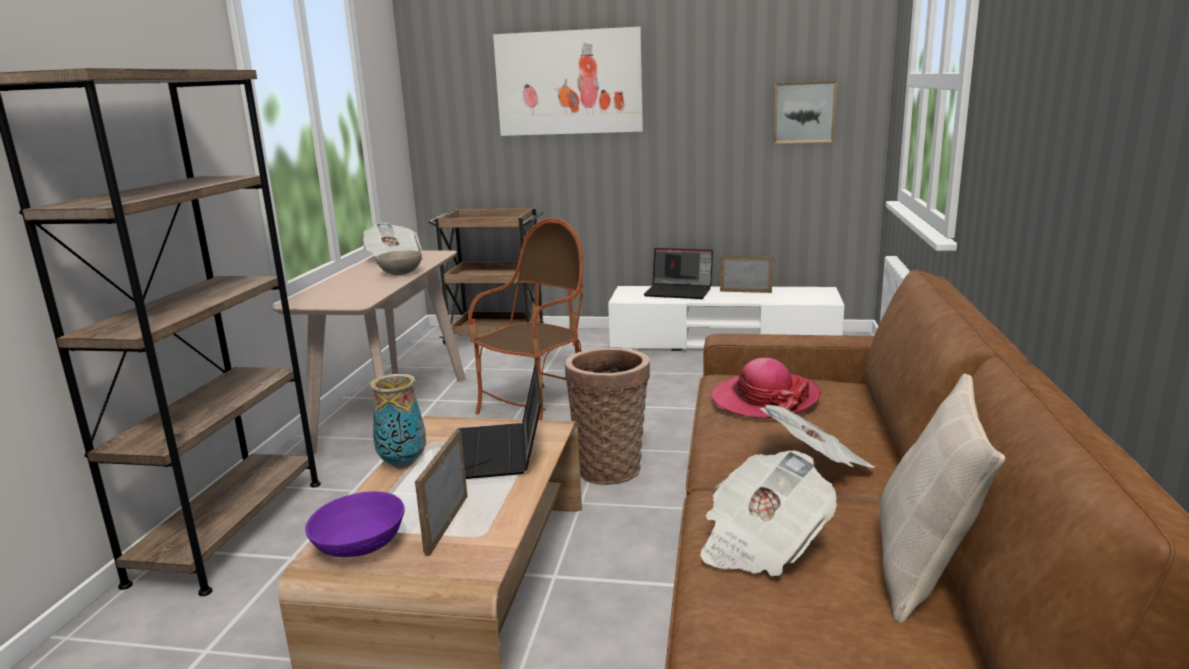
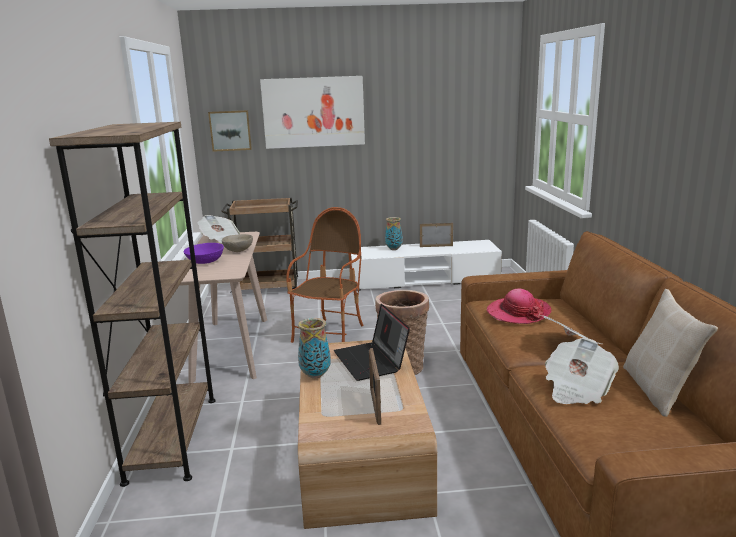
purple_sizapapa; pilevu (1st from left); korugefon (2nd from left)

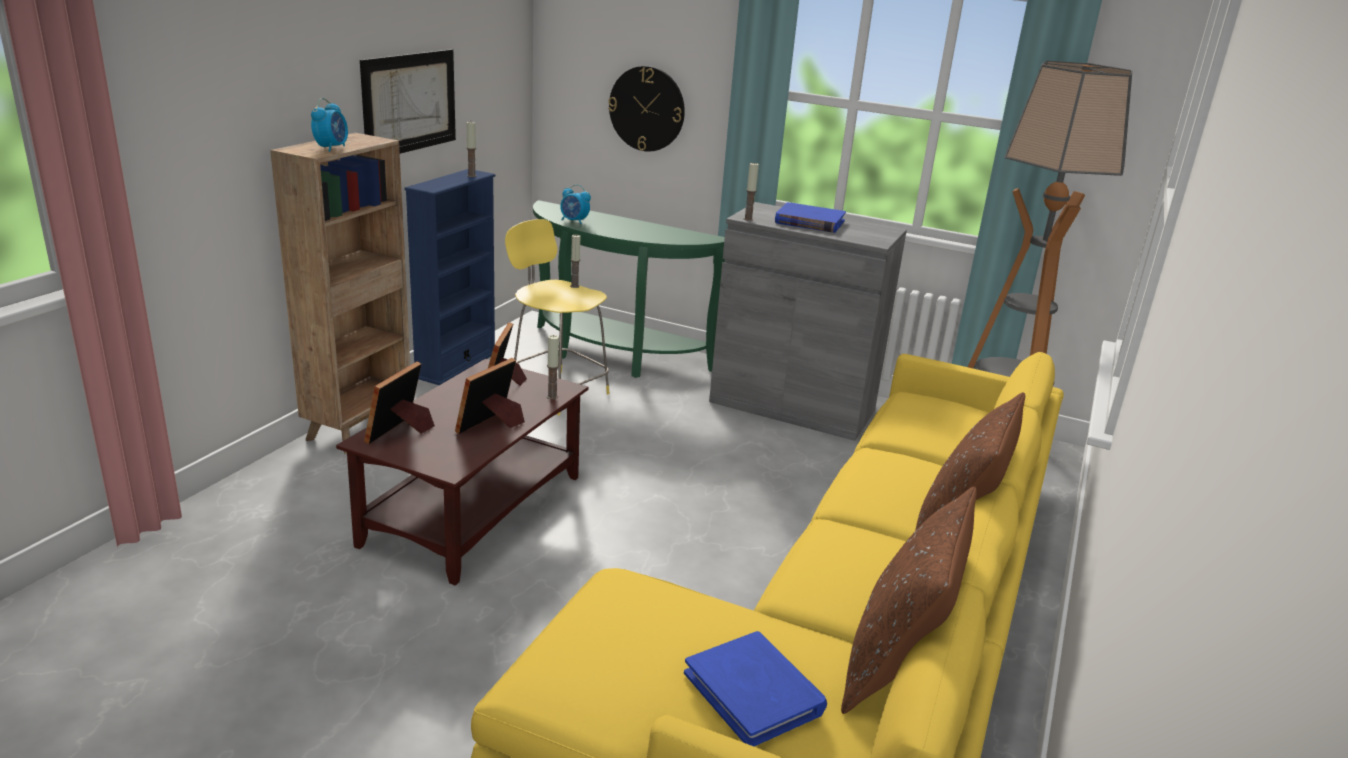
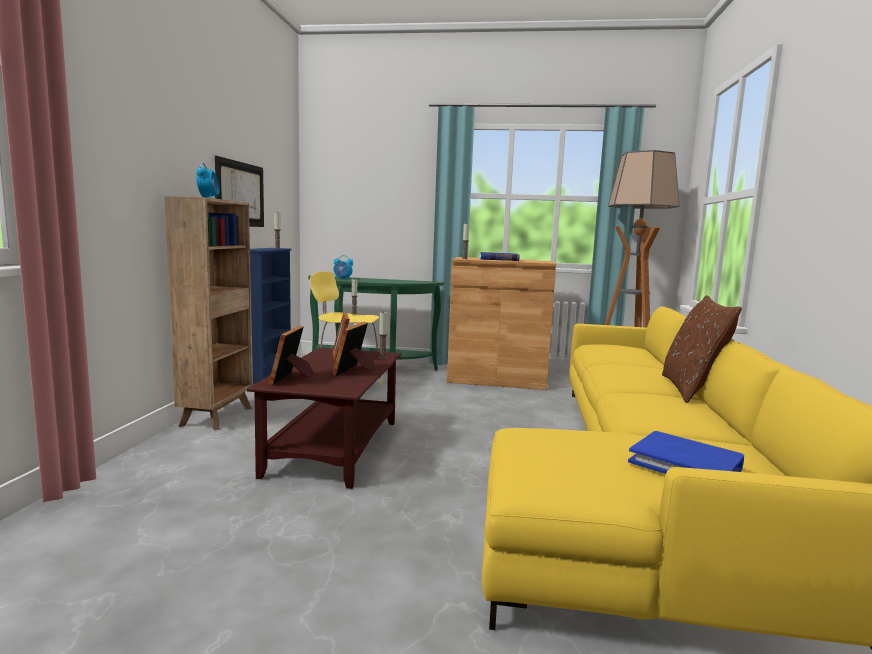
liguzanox; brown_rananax (1st from left in the first image); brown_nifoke

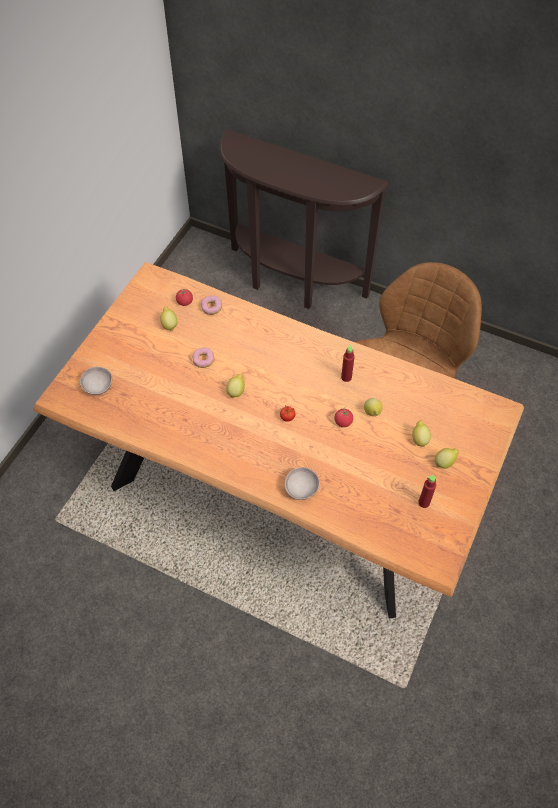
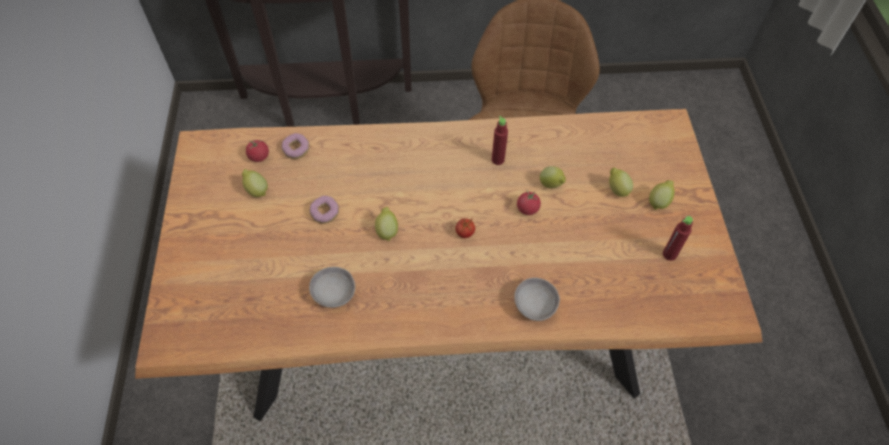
grey_sizapapa (1st from left)

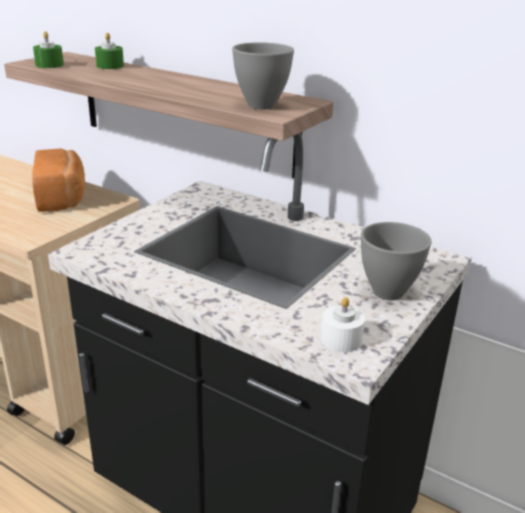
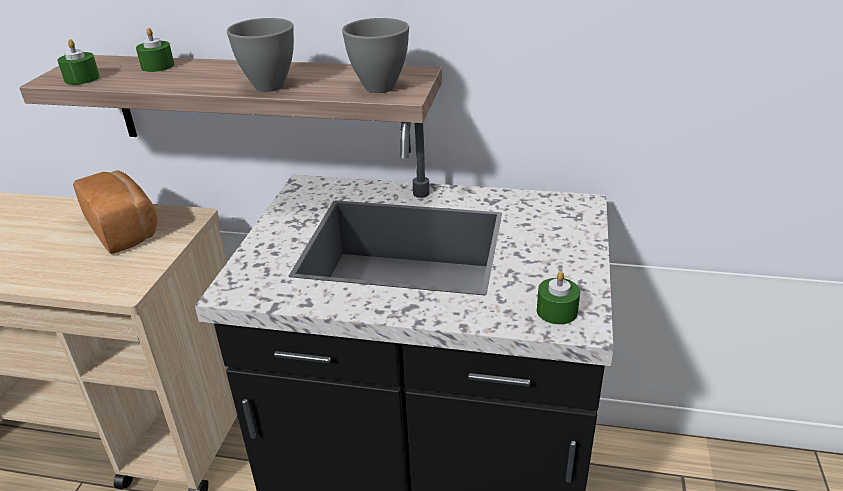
grey_sizapapa (1st from left); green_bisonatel (3rd from left)

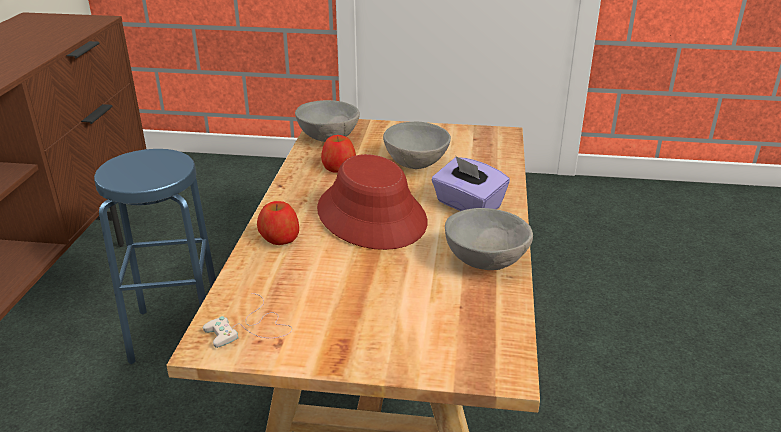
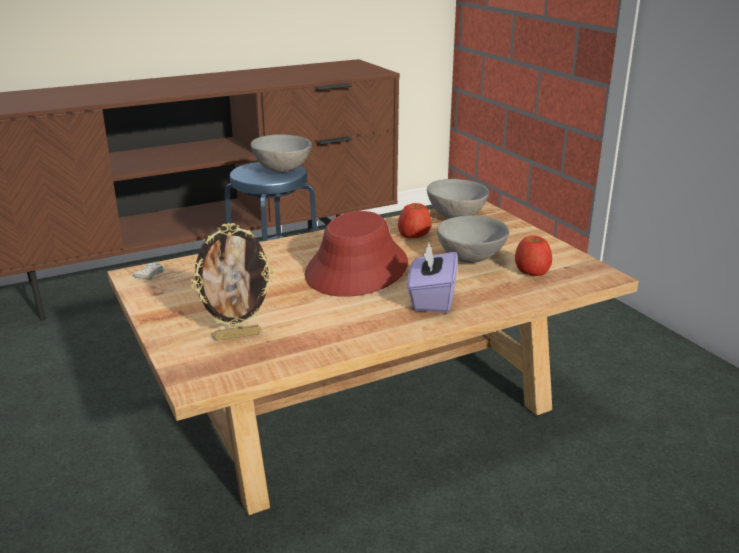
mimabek; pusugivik (2nd from left); grey_sizapapa (1st from left)

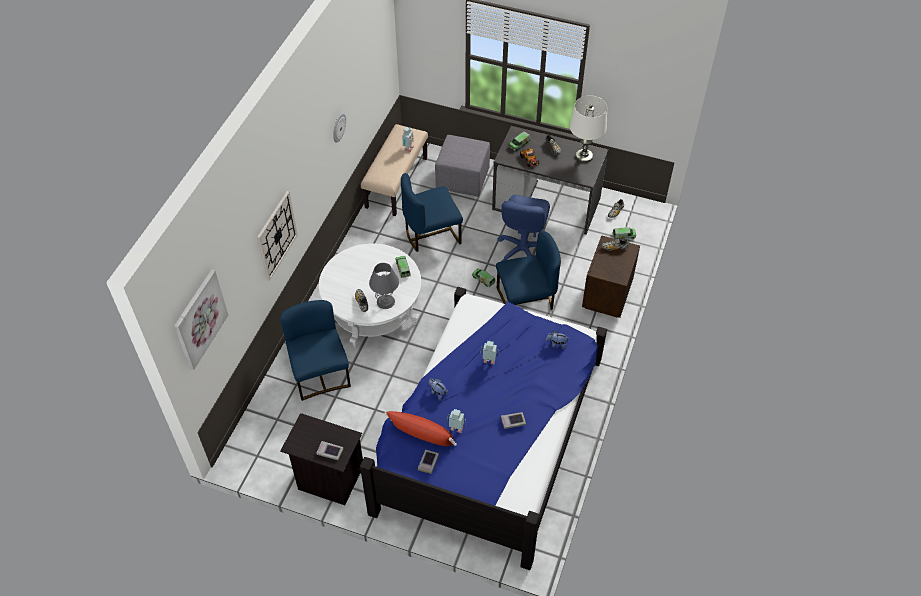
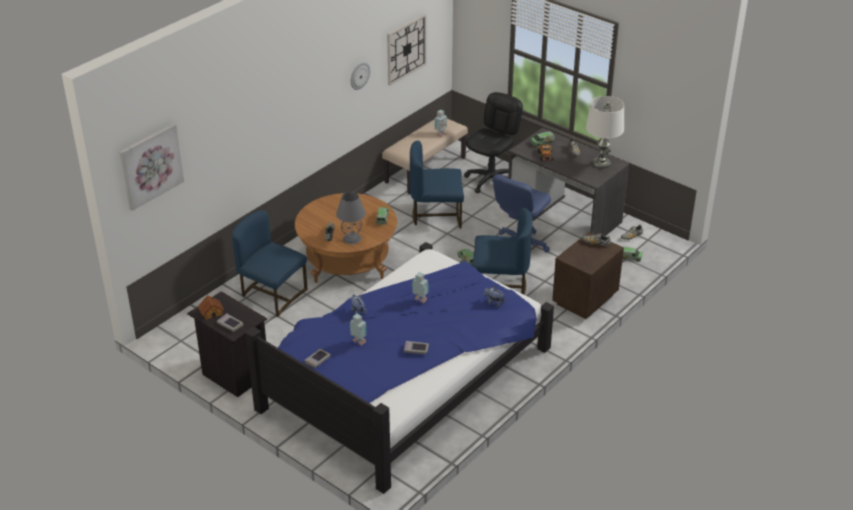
red_rananax; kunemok; liguzanox (2nd from left); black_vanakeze; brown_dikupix; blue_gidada (1st from left)

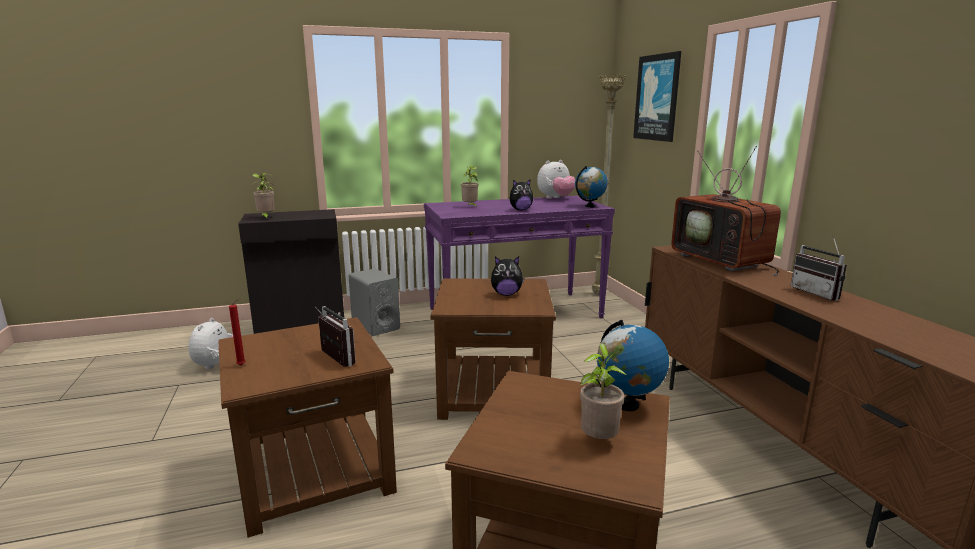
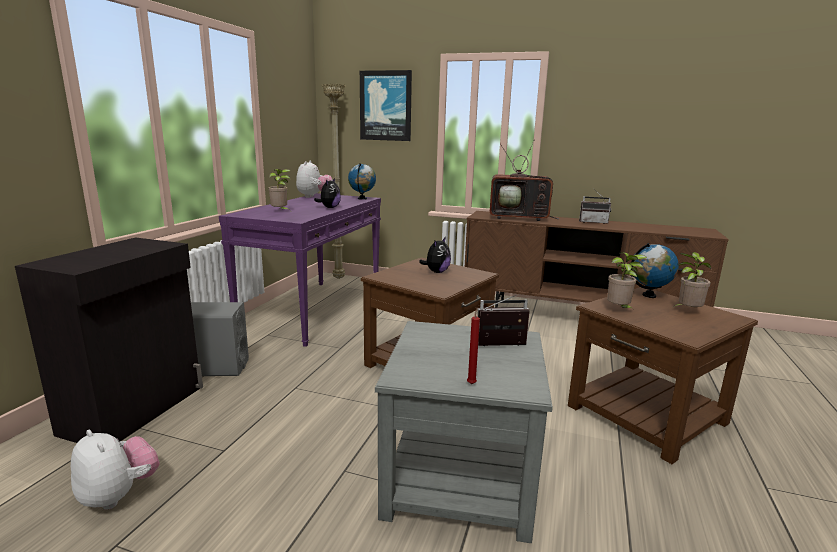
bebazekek (2nd from left); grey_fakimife

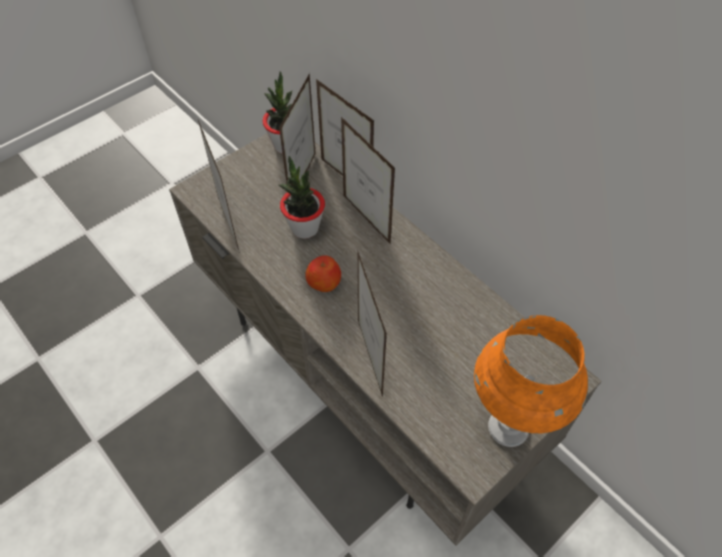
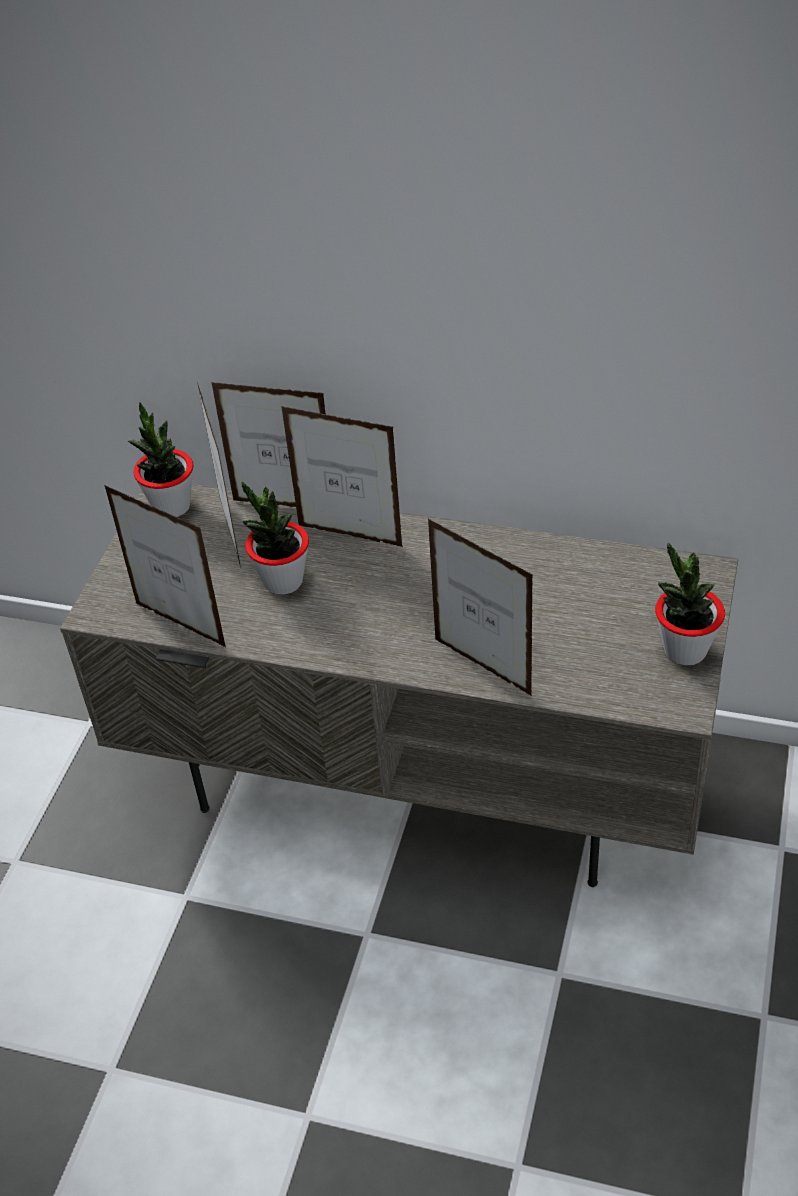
pusugivik; bebazekek (3rd from left)

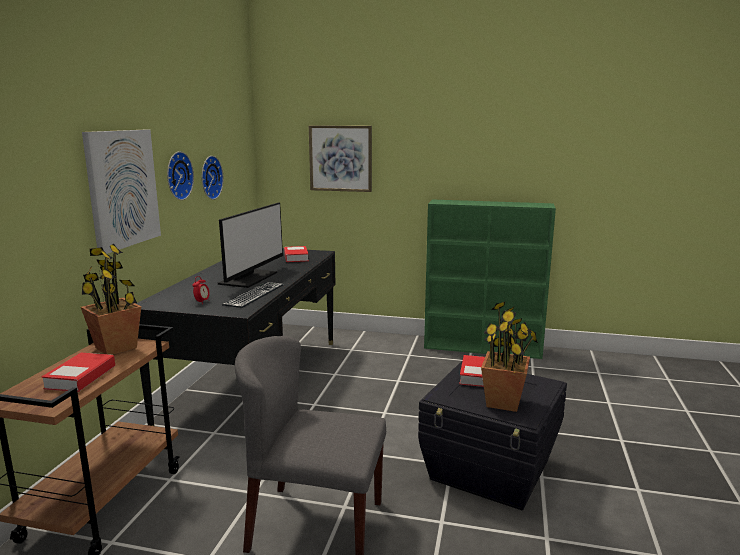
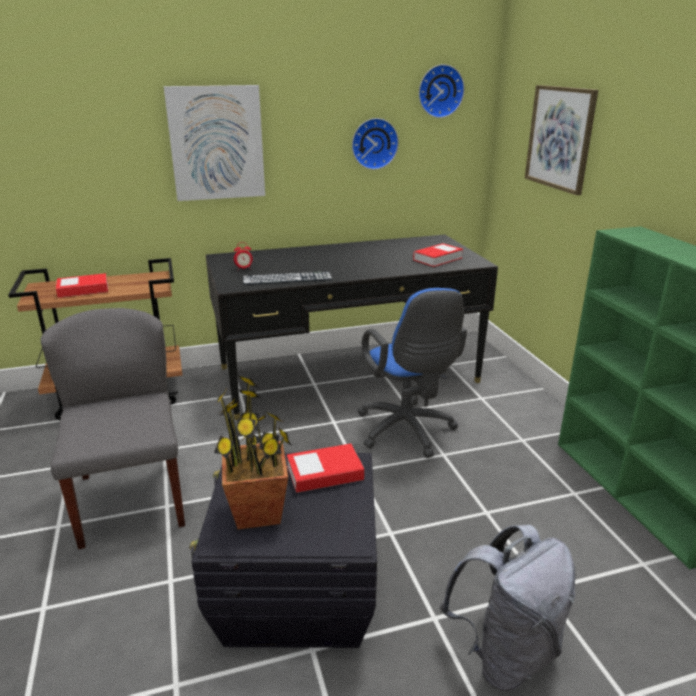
bebazekek (1st from left in the first image); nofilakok; blue_vanakeze; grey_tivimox; liguzanox (2nd from left)

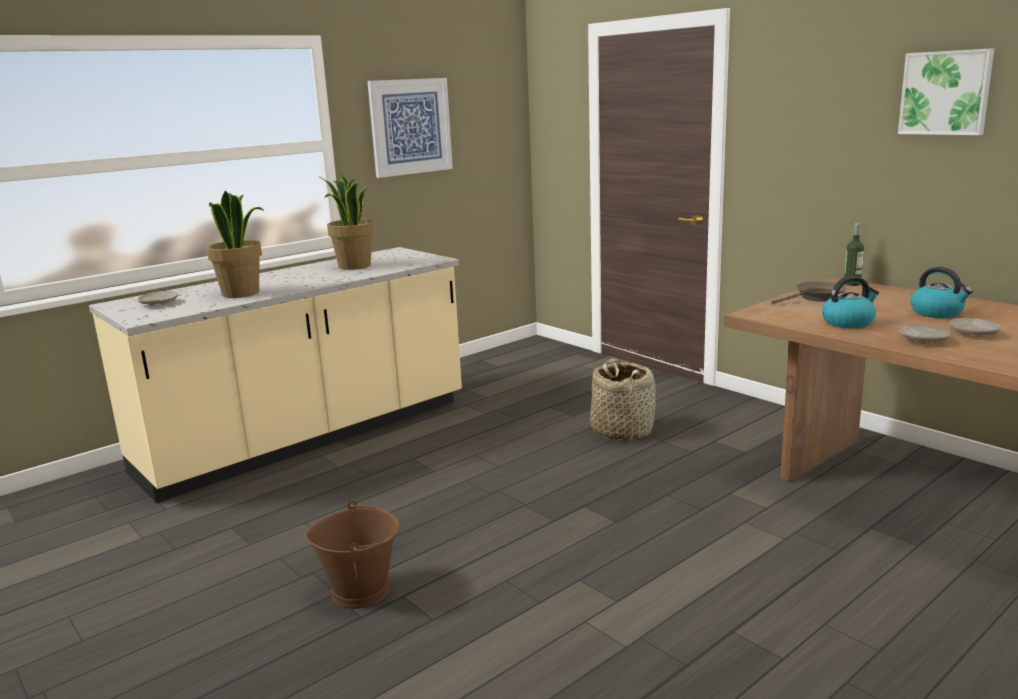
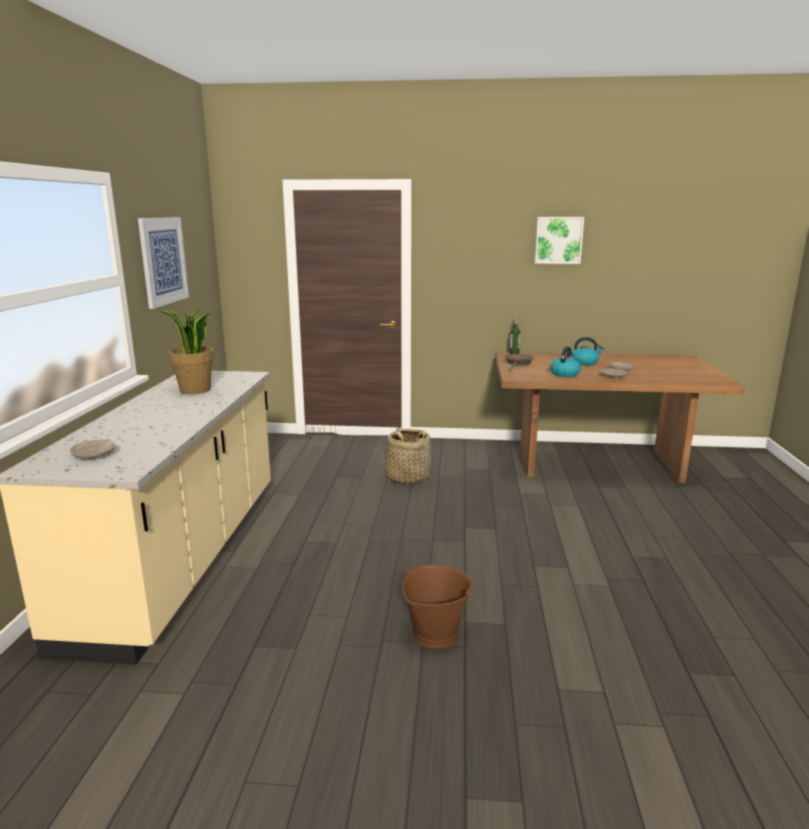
bebazekek (1st from left in the first image)

